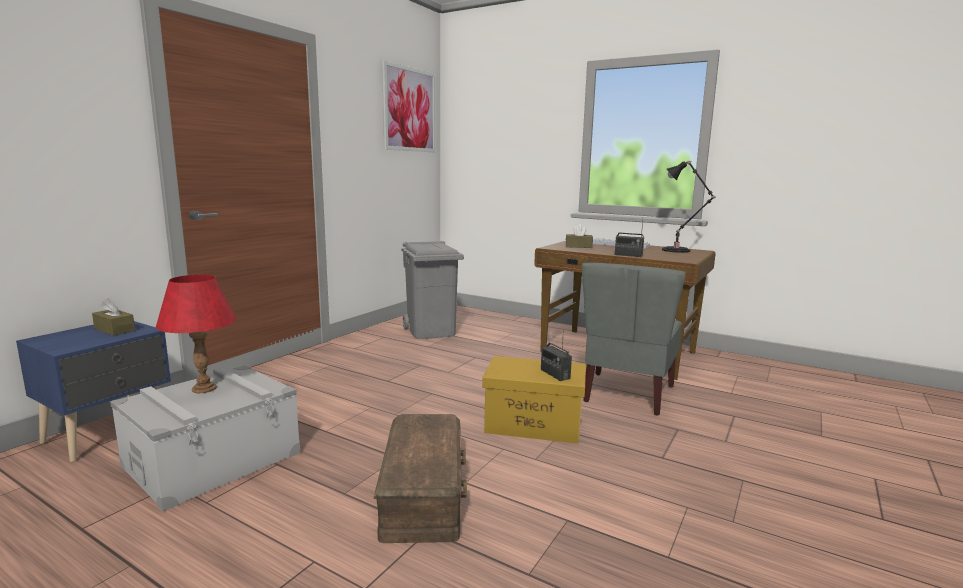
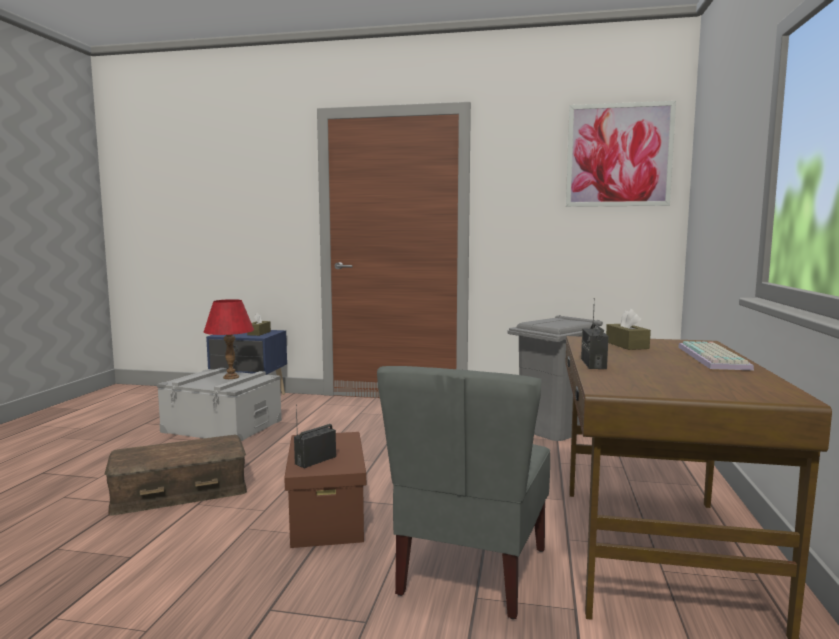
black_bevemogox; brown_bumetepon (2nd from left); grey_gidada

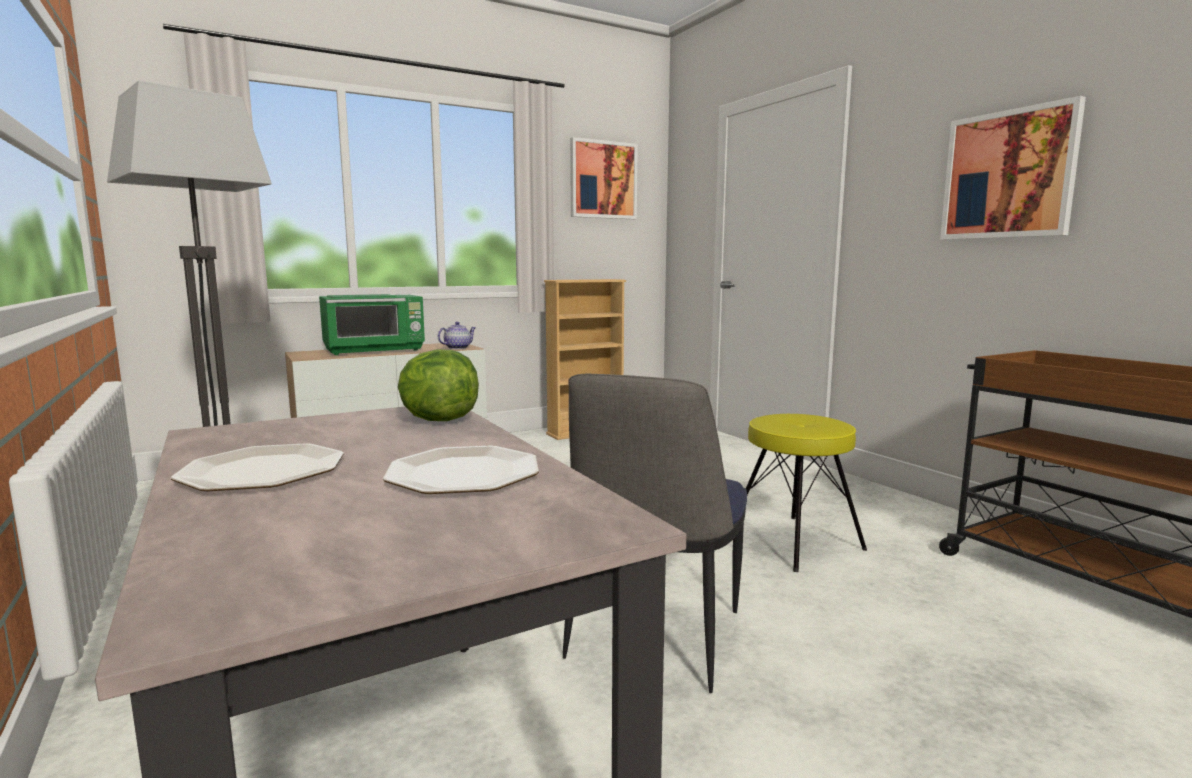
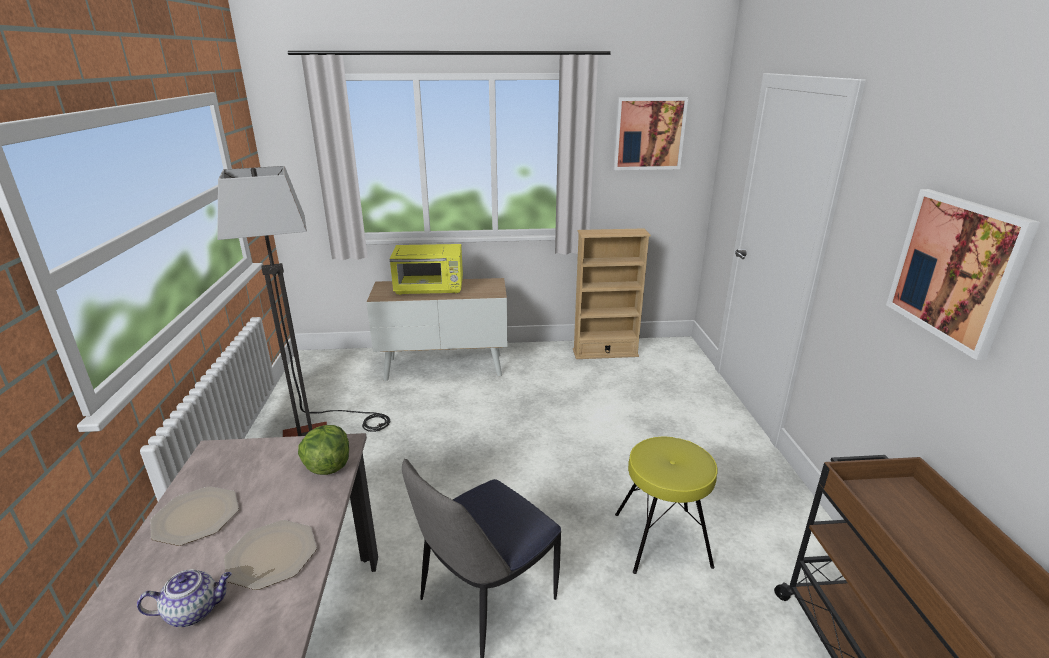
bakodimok; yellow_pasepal

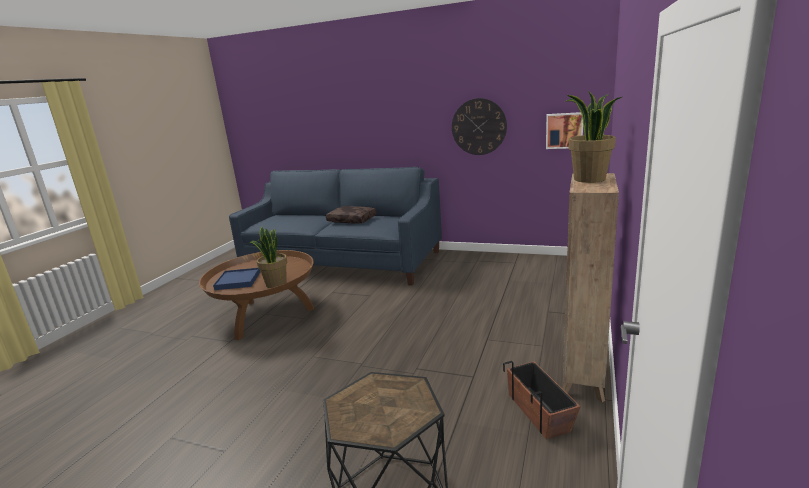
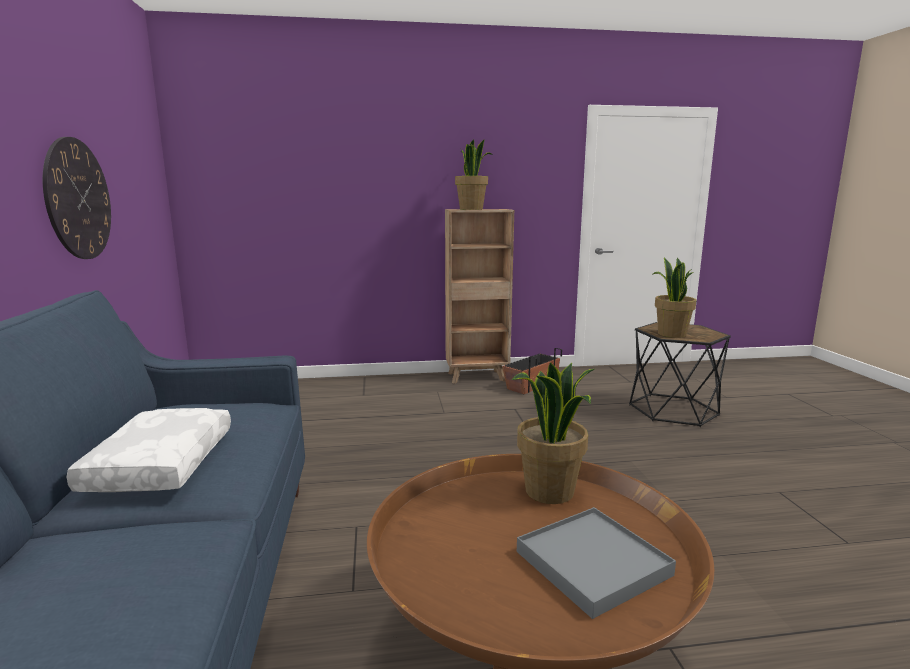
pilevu; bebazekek (3rd from left); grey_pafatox; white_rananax

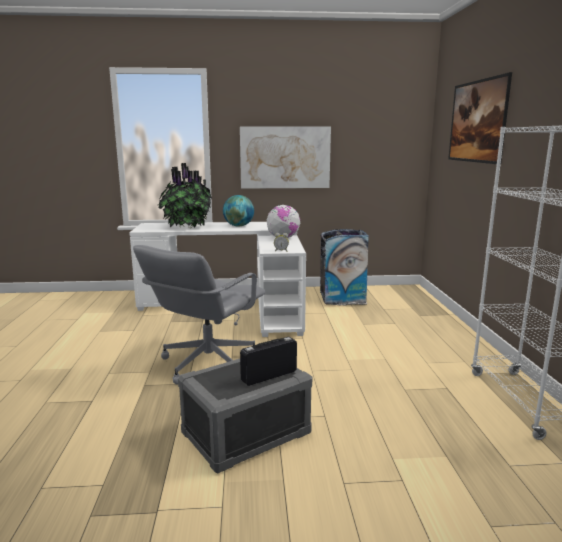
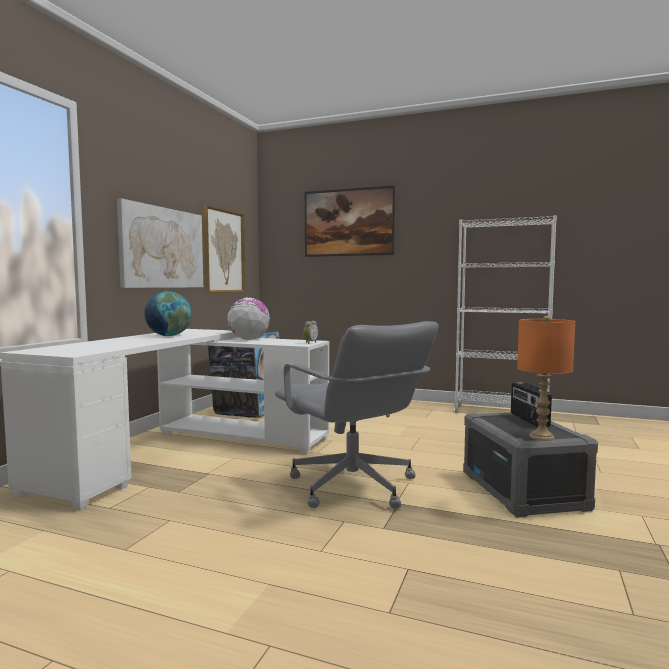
bebazekek; pilevu (2nd from left); orange_bevemogox

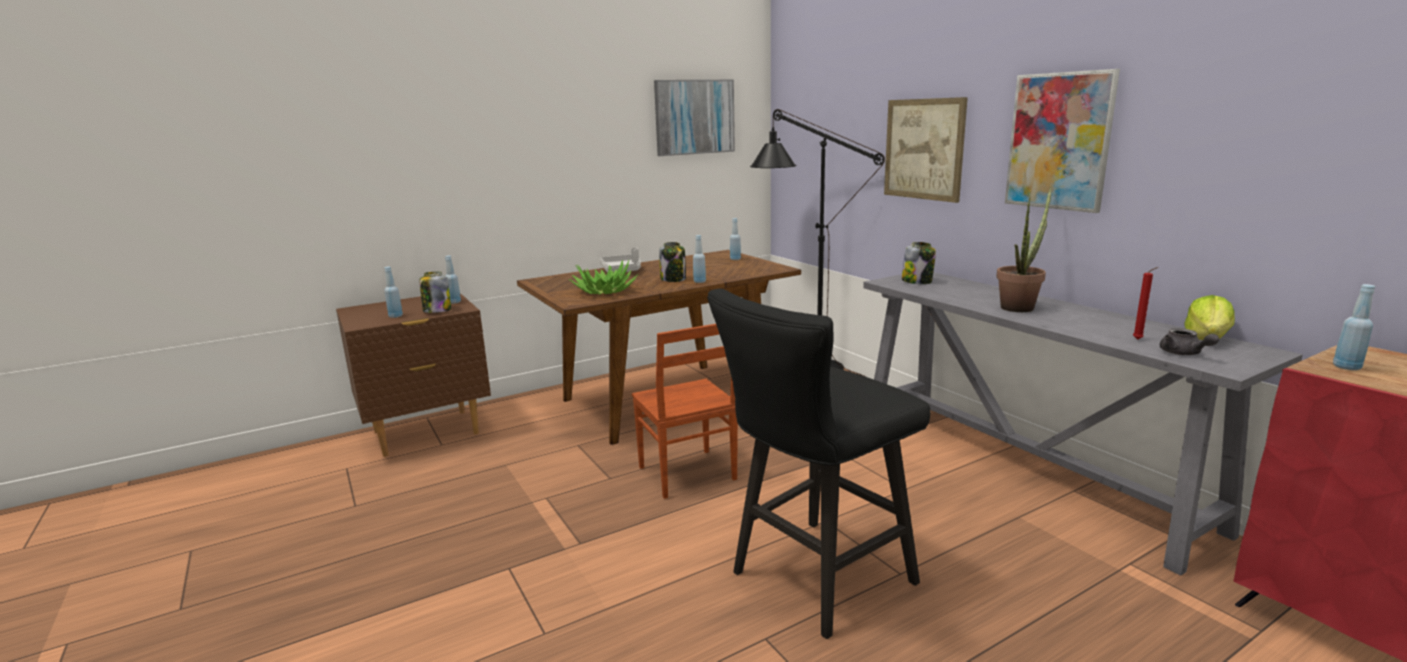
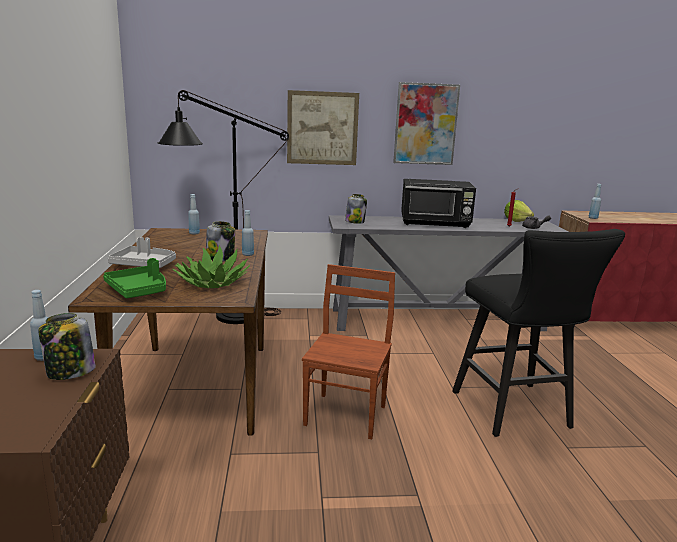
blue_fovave (1st from left in the first image); pilevu (1st from left in the first image); green_pafatox; black_pasepal; brown_gidada

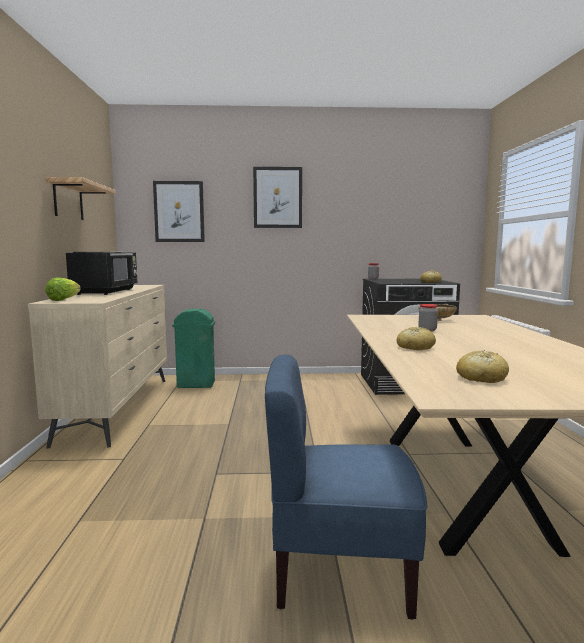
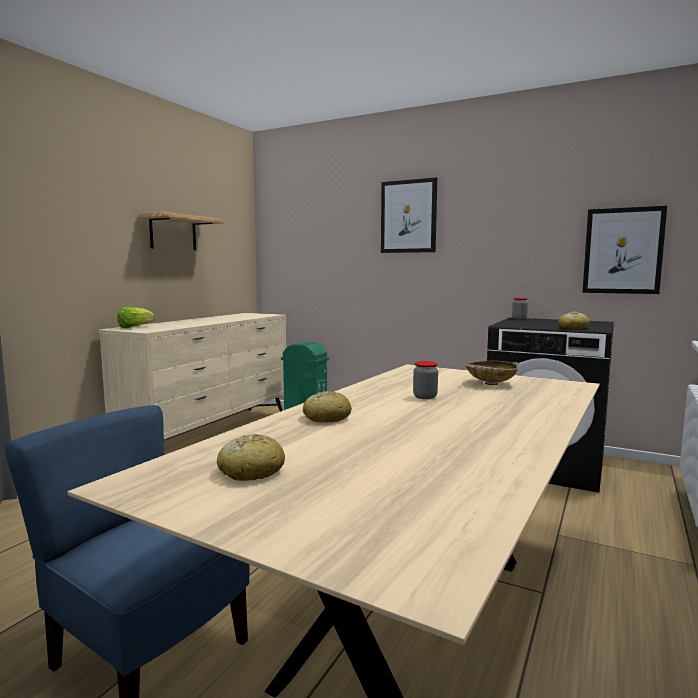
black_pasepal; pilevu (2nd from left)

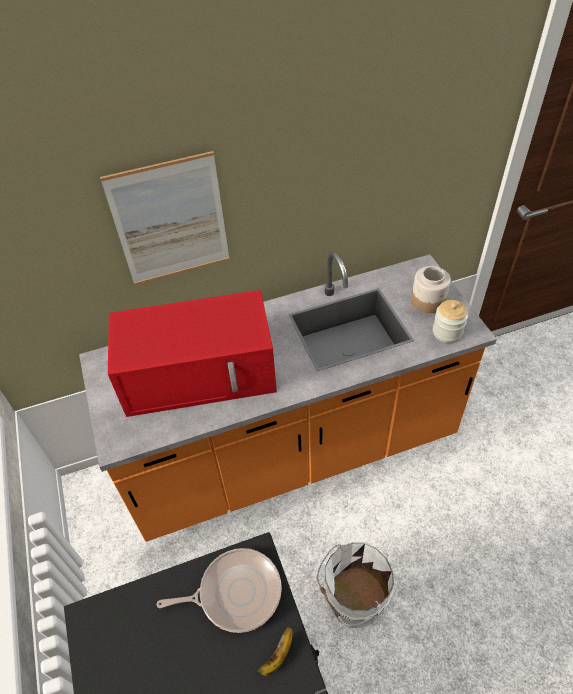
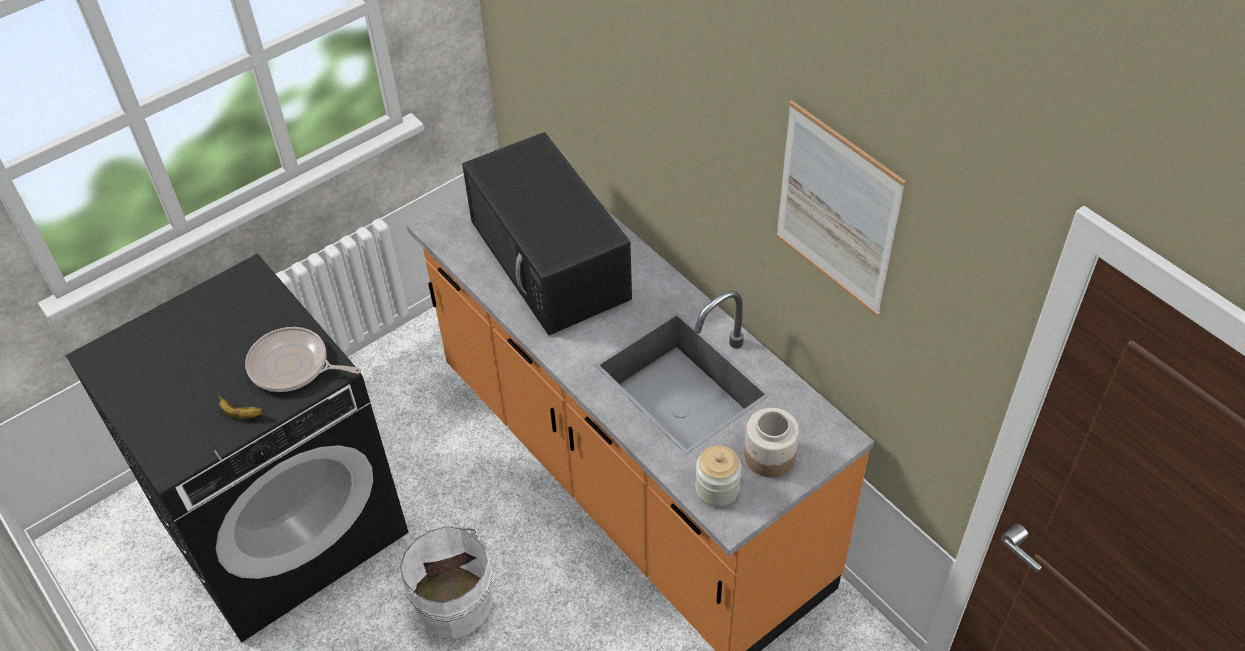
pilevu; black_pasepal; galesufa

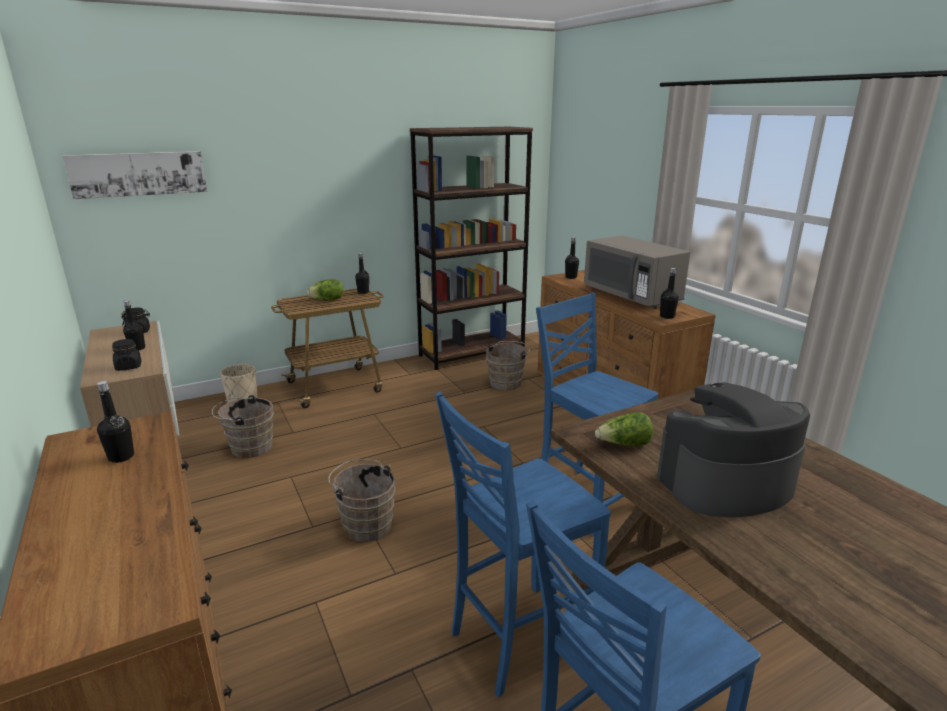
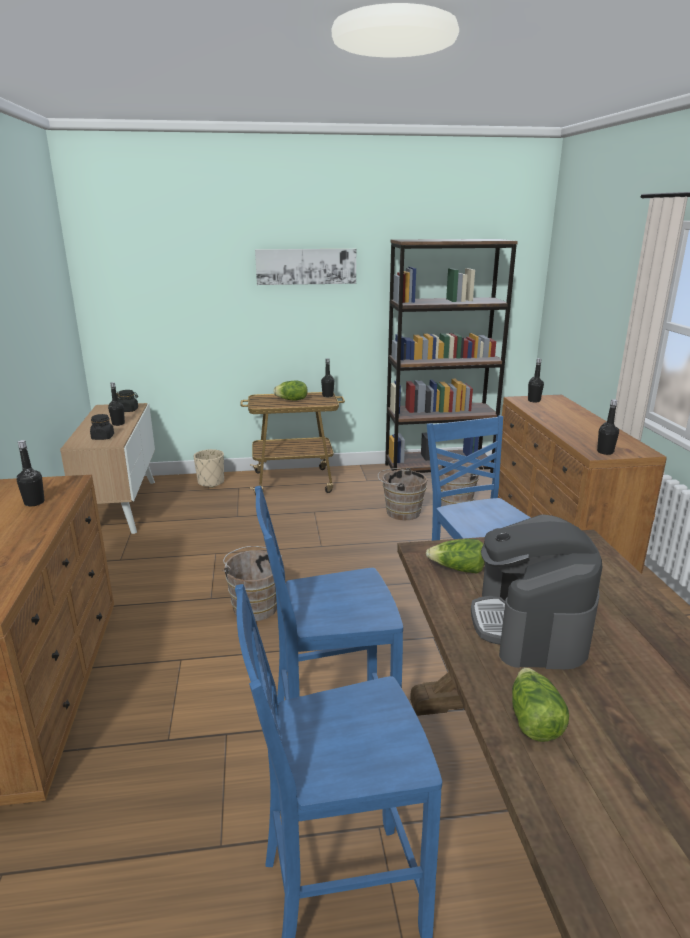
grey_pasepal; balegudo (3rd from left); pilevu; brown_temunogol (2nd from left); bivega

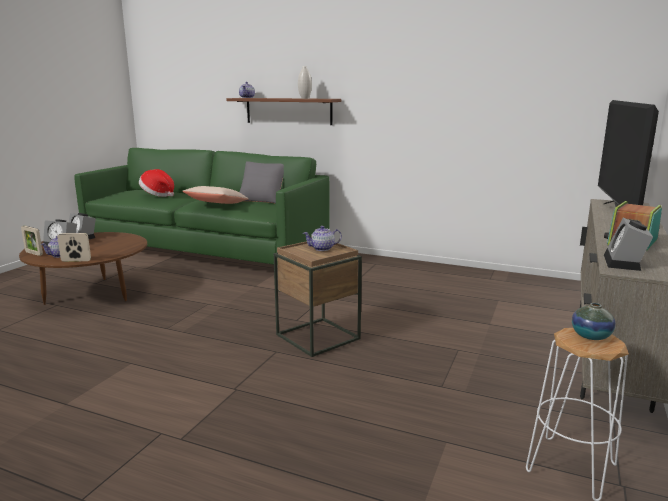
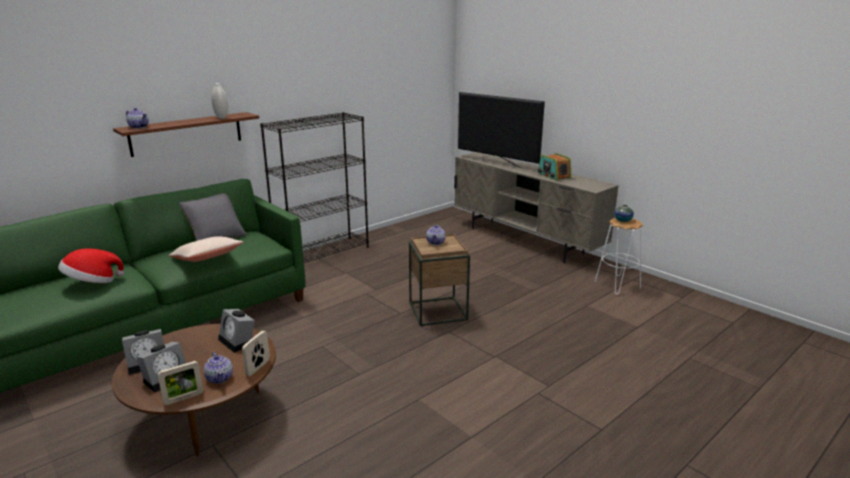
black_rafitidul; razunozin (3rd from left)

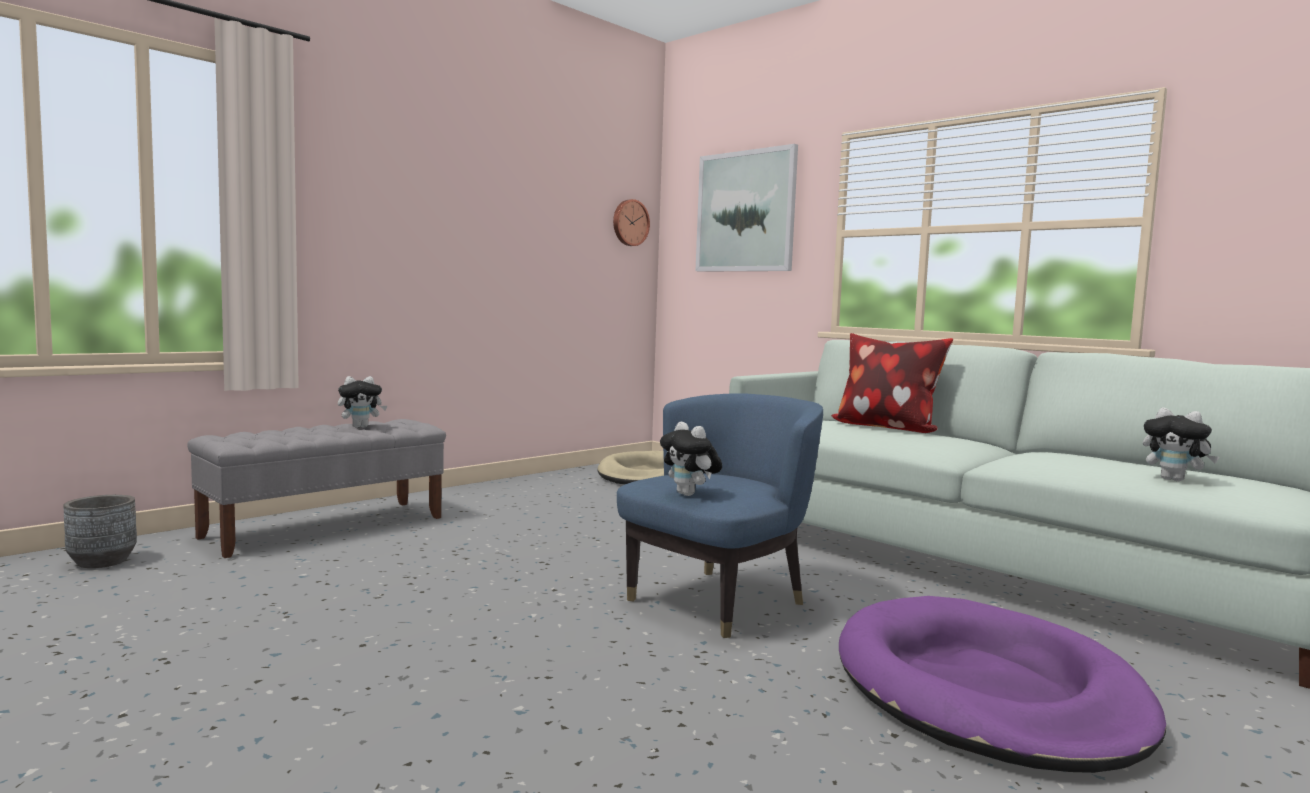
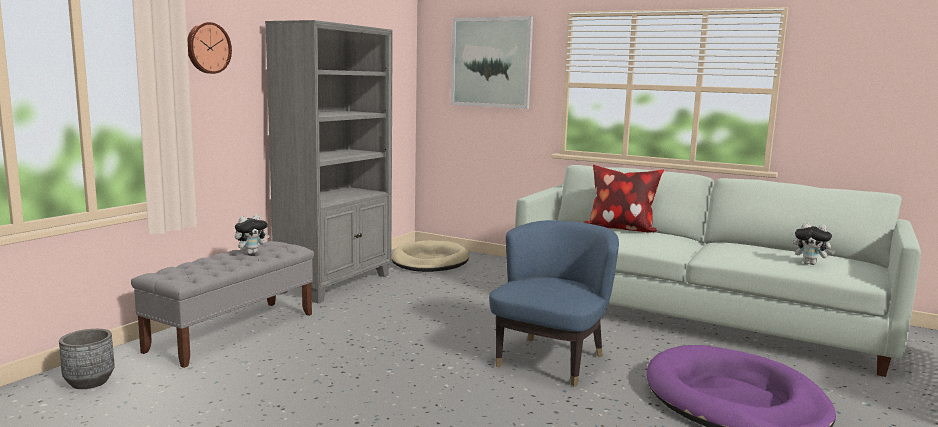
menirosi (2nd from left in the first image); grey_rafitidul; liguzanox

